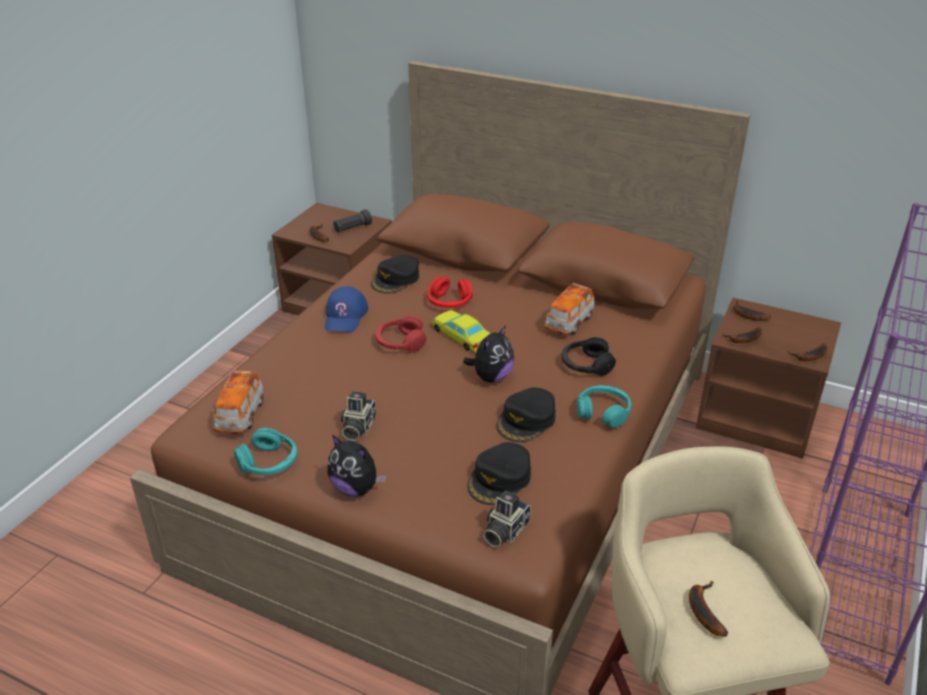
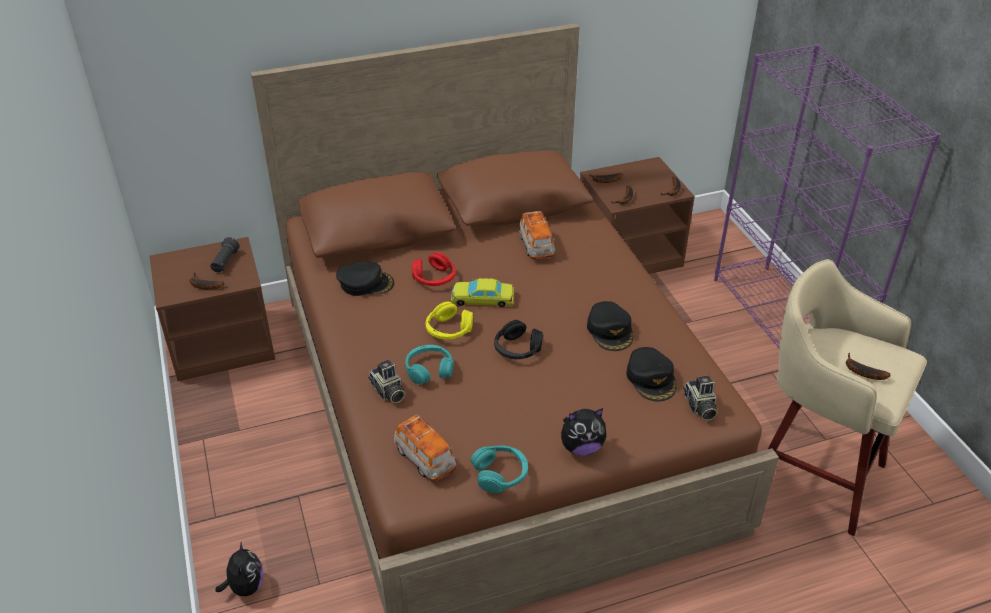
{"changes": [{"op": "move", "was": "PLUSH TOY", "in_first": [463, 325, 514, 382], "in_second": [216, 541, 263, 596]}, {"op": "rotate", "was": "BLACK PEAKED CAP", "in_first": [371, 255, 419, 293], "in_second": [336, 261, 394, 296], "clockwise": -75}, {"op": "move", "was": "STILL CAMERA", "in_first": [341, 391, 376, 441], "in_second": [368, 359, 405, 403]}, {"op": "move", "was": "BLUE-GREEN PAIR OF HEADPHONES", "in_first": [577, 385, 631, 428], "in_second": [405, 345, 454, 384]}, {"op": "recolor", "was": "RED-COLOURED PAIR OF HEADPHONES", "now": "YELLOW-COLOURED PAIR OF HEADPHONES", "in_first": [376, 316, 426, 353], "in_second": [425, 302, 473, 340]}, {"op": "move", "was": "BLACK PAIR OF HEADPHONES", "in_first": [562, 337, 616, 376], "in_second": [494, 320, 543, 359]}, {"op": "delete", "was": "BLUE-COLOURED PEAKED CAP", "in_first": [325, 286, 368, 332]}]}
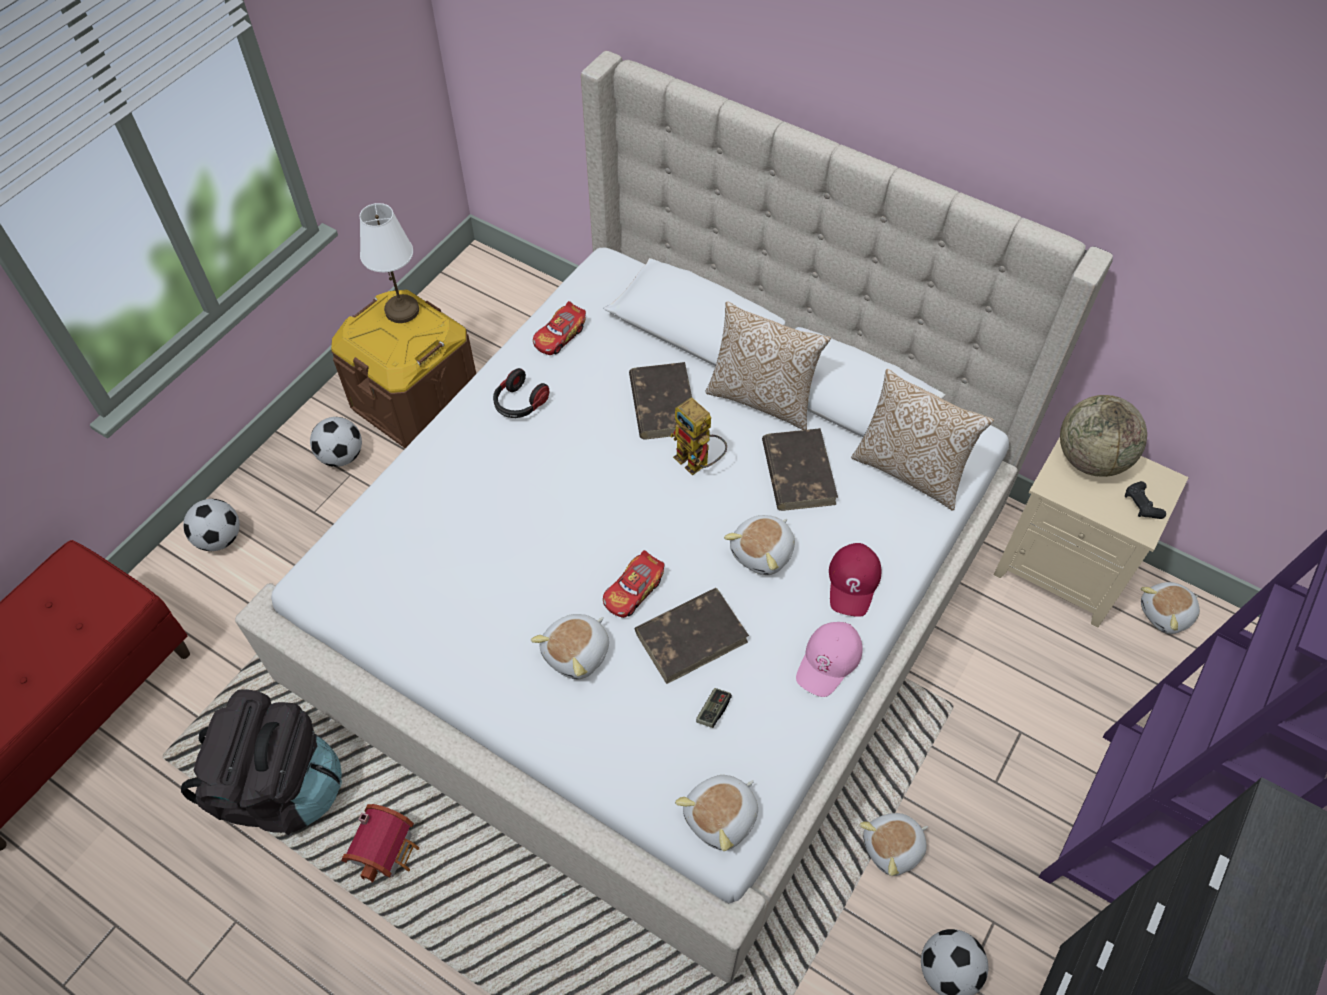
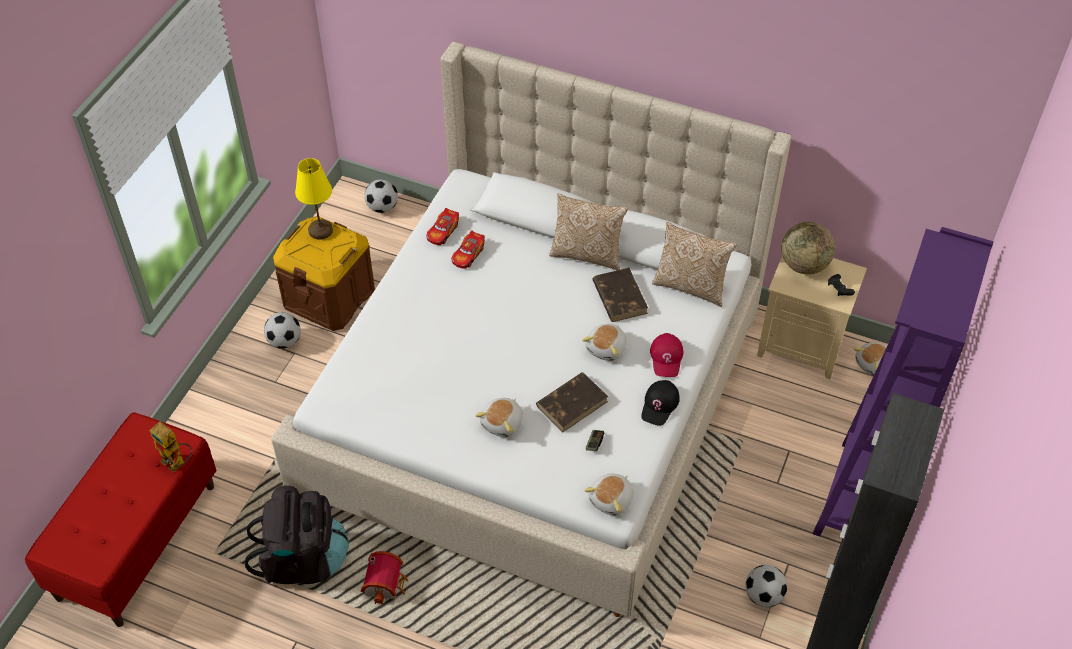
{"changes": [{"op": "move", "was": "MODEL ROBOT", "in_first": [670, 397, 727, 475], "in_second": [149, 421, 193, 472]}, {"op": "recolor", "was": "WHITISH LAMP FOR A TABLE", "now": "YELLOW-COLOURED LAMP FOR A TABLE", "in_first": [360, 203, 419, 323], "in_second": [295, 158, 333, 240]}, {"op": "move", "was": "FOOTBALL", "in_first": [183, 499, 240, 551], "in_second": [364, 179, 398, 213]}, {"op": "move", "was": "TOY CAR", "in_first": [603, 550, 664, 618], "in_second": [452, 230, 485, 269]}, {"op": "recolor", "was": "PINK-COLOURED PEAKED CAP", "now": "BLACK PEAKED CAP", "in_first": [796, 622, 862, 697], "in_second": [641, 380, 680, 426]}, {"op": "delete", "was": "PAIR OF HEADPHONES", "in_first": [493, 368, 549, 418]}, {"op": "delete", "was": "BROWN BOUND BOOK", "in_first": [629, 362, 692, 439]}, {"op": "delete", "was": "PLUSH TOY", "in_first": [860, 813, 928, 876]}]}
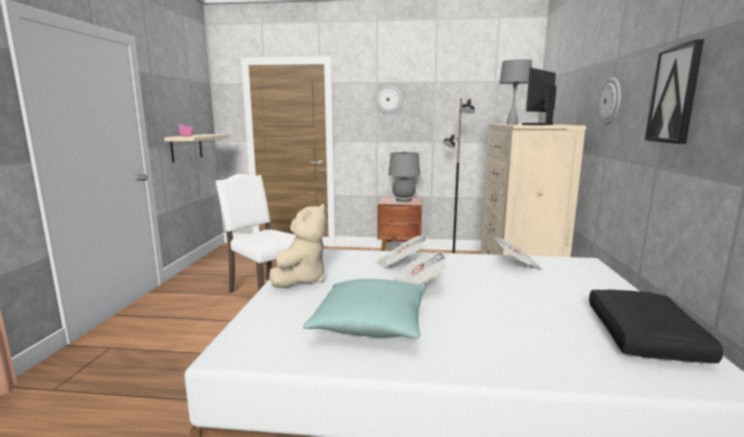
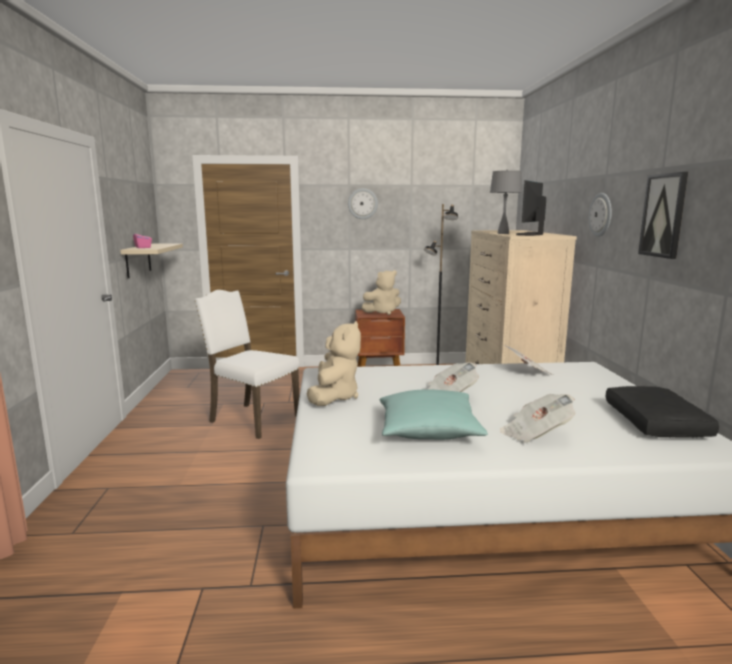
{"changes": [{"op": "replace", "was": "GREY LAMP FOR A TABLE", "now": "BEIGE-COLOURED PLUSH TOY", "in_first": [388, 151, 420, 202], "in_second": [362, 270, 401, 315]}, {"op": "move", "was": "NEWSPAPER", "in_first": [375, 235, 428, 268], "in_second": [500, 394, 576, 443]}]}
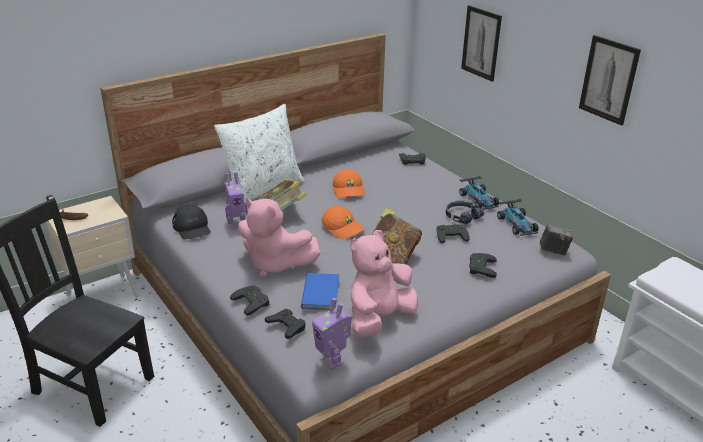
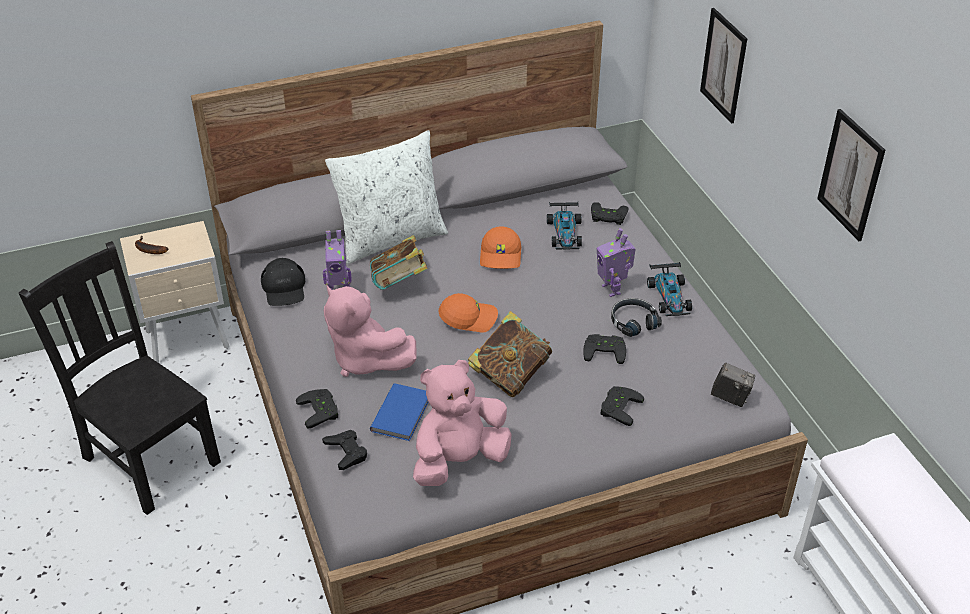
{"changes": [{"op": "rotate", "was": "ORANGE PEAKED CAP", "in_first": [322, 206, 364, 239], "in_second": [438, 293, 498, 333], "clockwise": -60}, {"op": "move", "was": "TOY CAR", "in_first": [497, 199, 538, 236], "in_second": [547, 202, 582, 250]}, {"op": "move", "was": "MODEL ROBOT", "in_first": [312, 298, 352, 370], "in_second": [597, 228, 636, 297]}]}
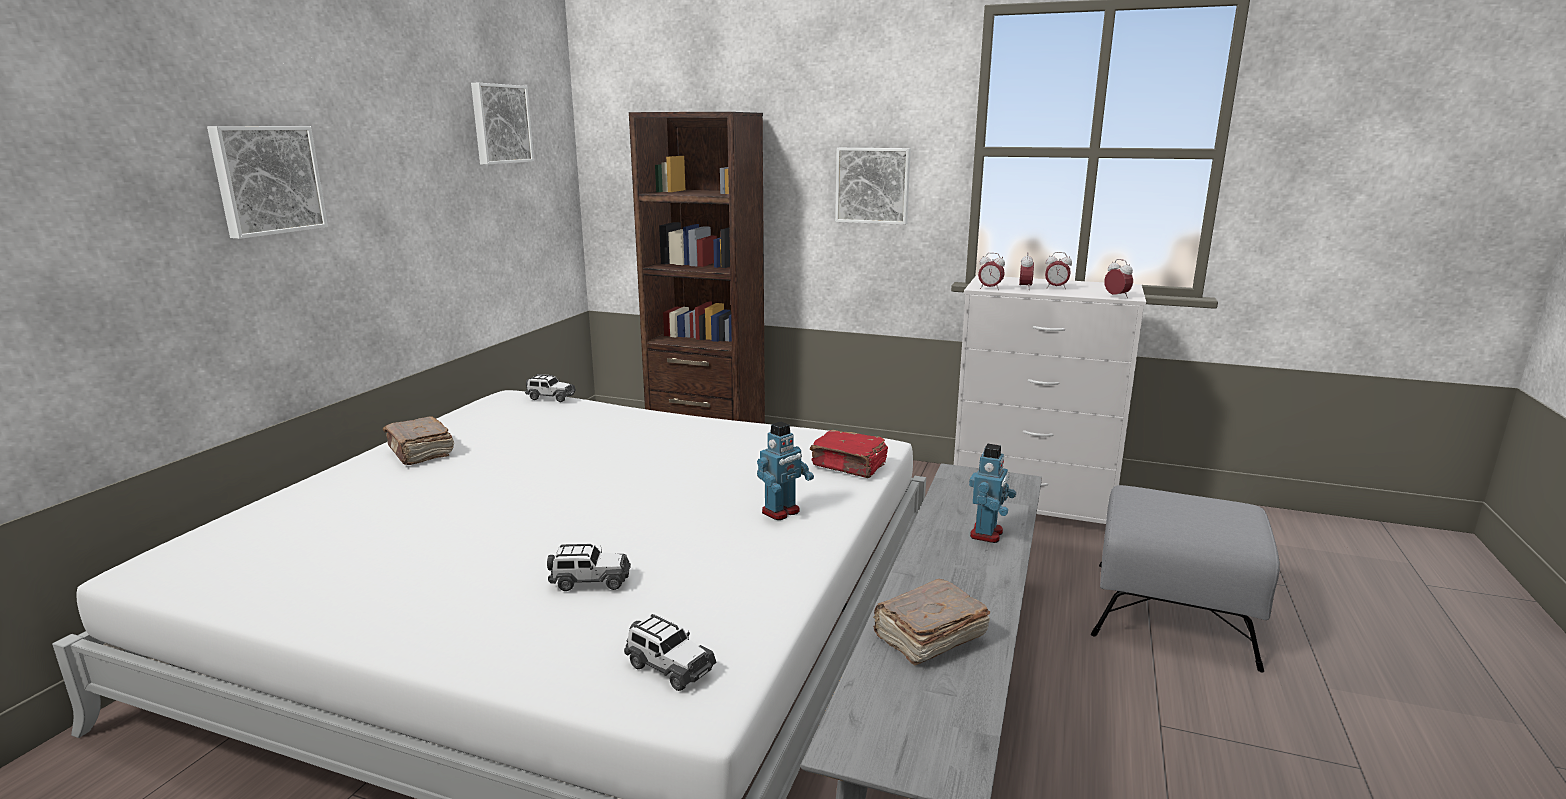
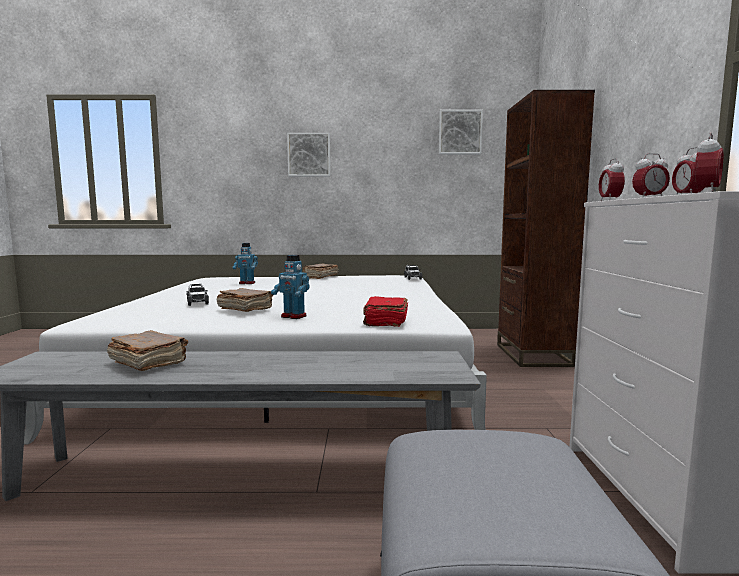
{"changes": [{"op": "insert", "now": "BROWN BOUND BOOK", "in_second": [216, 288, 273, 312]}, {"op": "move", "was": "MODEL ROBOT", "in_first": [969, 444, 1016, 543], "in_second": [233, 243, 258, 284]}, {"op": "delete", "was": "TOY CAR", "in_first": [624, 614, 716, 691]}, {"op": "delete", "was": "WALL PICTURE", "in_first": [835, 148, 911, 225]}]}
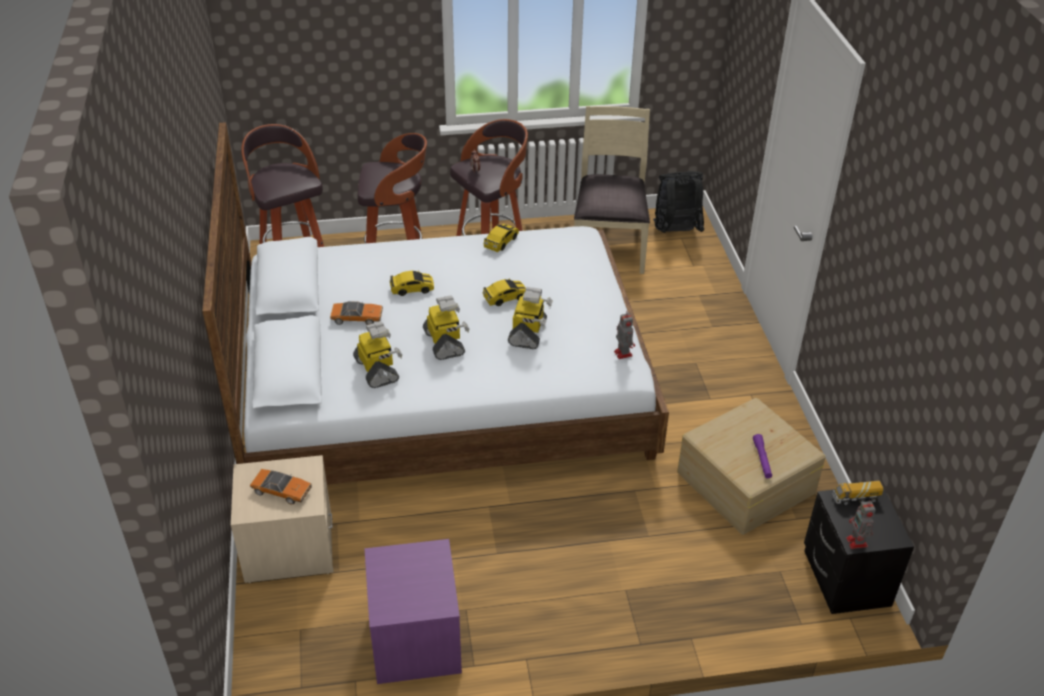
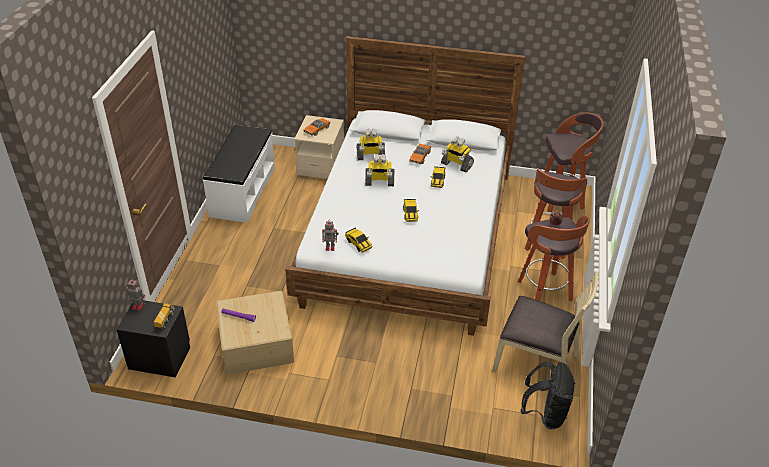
{"changes": [{"op": "replace", "was": "PURPLISH NIGHT TABLE", "now": "WHITISH INDOOR BENCH", "in_first": [364, 539, 462, 684], "in_second": [203, 125, 275, 223]}, {"op": "move", "was": "TOY CAR", "in_first": [484, 224, 519, 252], "in_second": [345, 228, 372, 253]}, {"op": "move", "was": "MODEL ROBOT", "in_first": [508, 287, 553, 349], "in_second": [441, 137, 474, 172]}]}
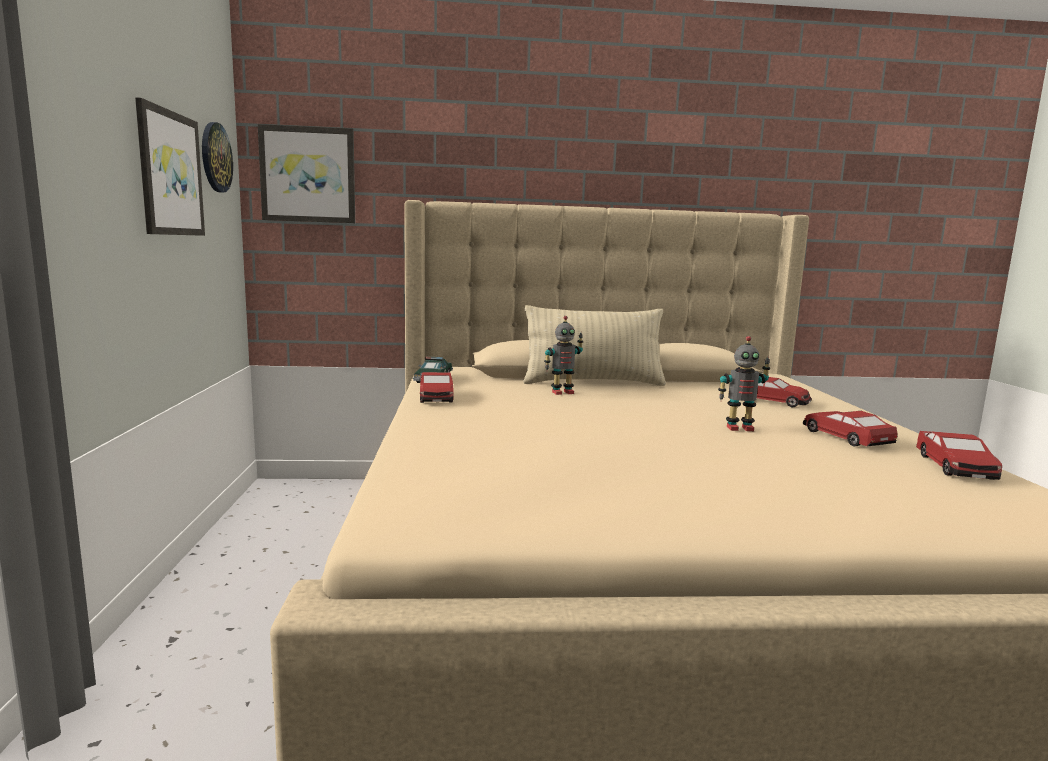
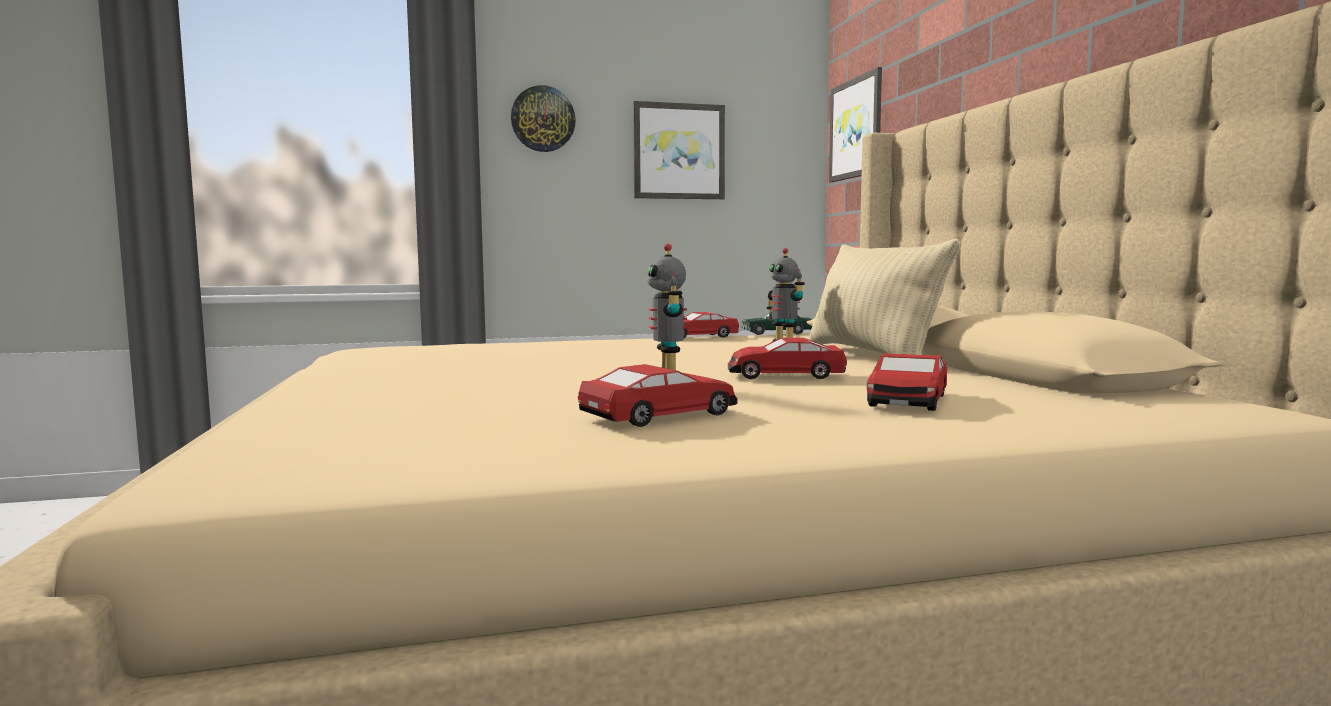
{"changes": [{"op": "move", "was": "WALL CLOCK", "in_first": [202, 122, 233, 193], "in_second": [511, 85, 576, 152]}, {"op": "move", "was": "TOY CAR", "in_first": [916, 431, 1002, 480], "in_second": [728, 337, 847, 379]}]}
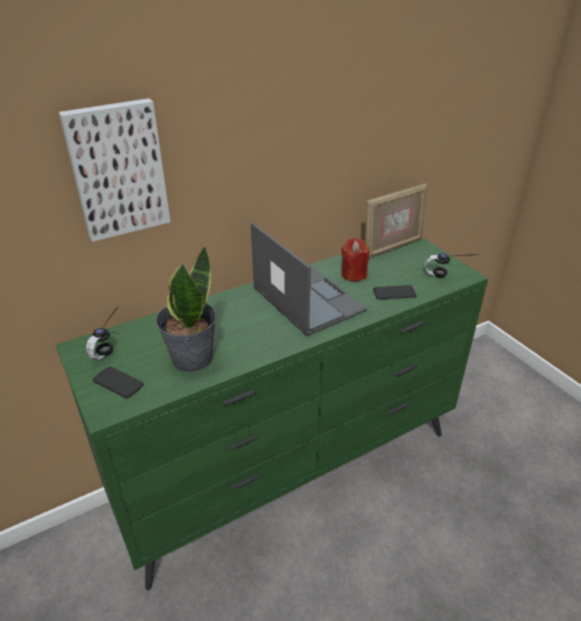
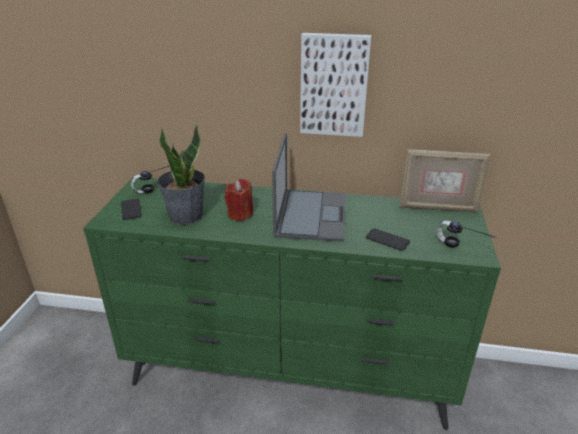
{"changes": [{"op": "move", "was": "RED-COLOURED WAX CANDLE", "in_first": [341, 238, 369, 281], "in_second": [225, 179, 253, 221]}, {"op": "move", "was": "WALL PICTURE", "in_first": [59, 98, 170, 242], "in_second": [300, 33, 371, 137]}]}
